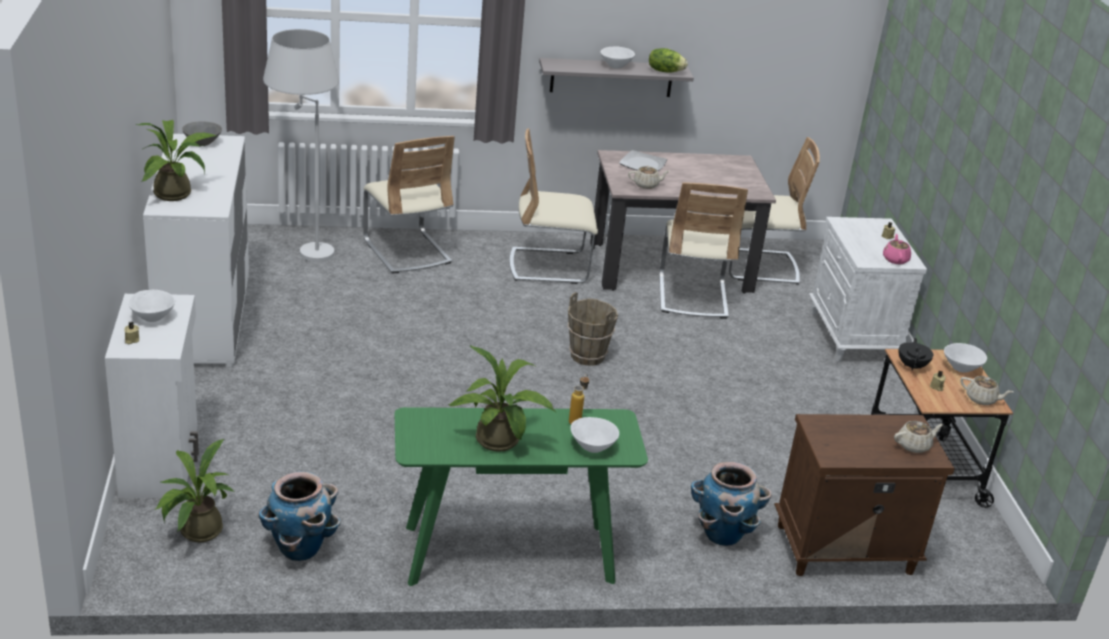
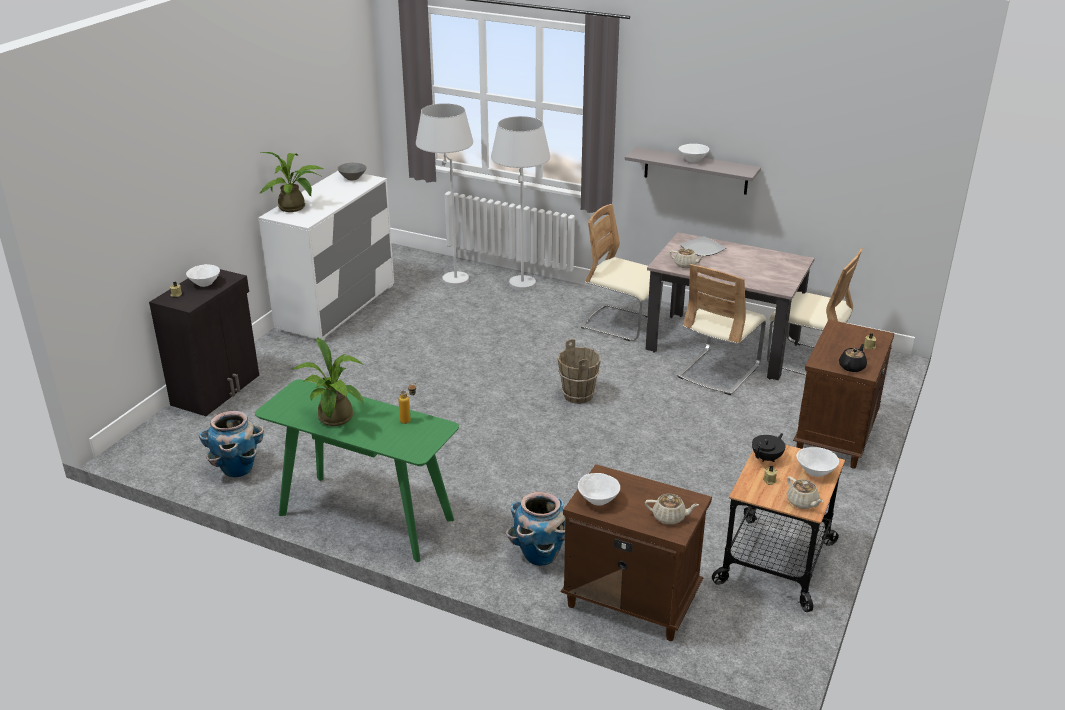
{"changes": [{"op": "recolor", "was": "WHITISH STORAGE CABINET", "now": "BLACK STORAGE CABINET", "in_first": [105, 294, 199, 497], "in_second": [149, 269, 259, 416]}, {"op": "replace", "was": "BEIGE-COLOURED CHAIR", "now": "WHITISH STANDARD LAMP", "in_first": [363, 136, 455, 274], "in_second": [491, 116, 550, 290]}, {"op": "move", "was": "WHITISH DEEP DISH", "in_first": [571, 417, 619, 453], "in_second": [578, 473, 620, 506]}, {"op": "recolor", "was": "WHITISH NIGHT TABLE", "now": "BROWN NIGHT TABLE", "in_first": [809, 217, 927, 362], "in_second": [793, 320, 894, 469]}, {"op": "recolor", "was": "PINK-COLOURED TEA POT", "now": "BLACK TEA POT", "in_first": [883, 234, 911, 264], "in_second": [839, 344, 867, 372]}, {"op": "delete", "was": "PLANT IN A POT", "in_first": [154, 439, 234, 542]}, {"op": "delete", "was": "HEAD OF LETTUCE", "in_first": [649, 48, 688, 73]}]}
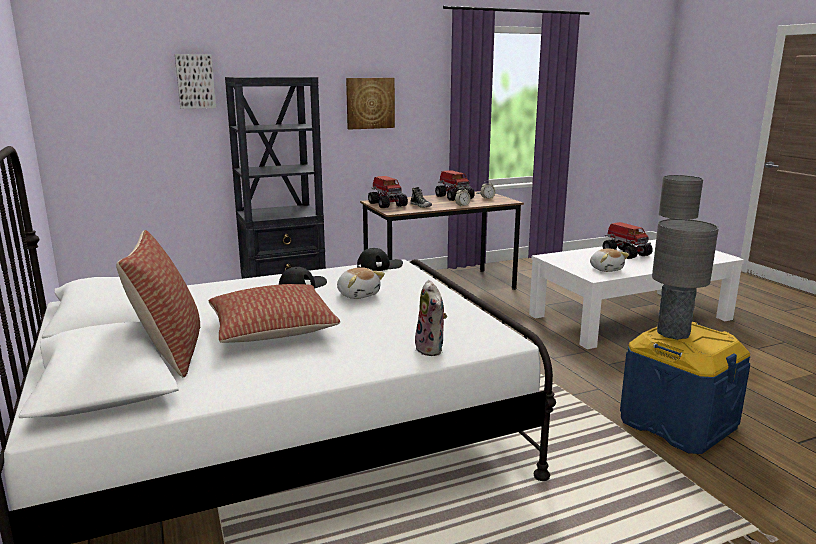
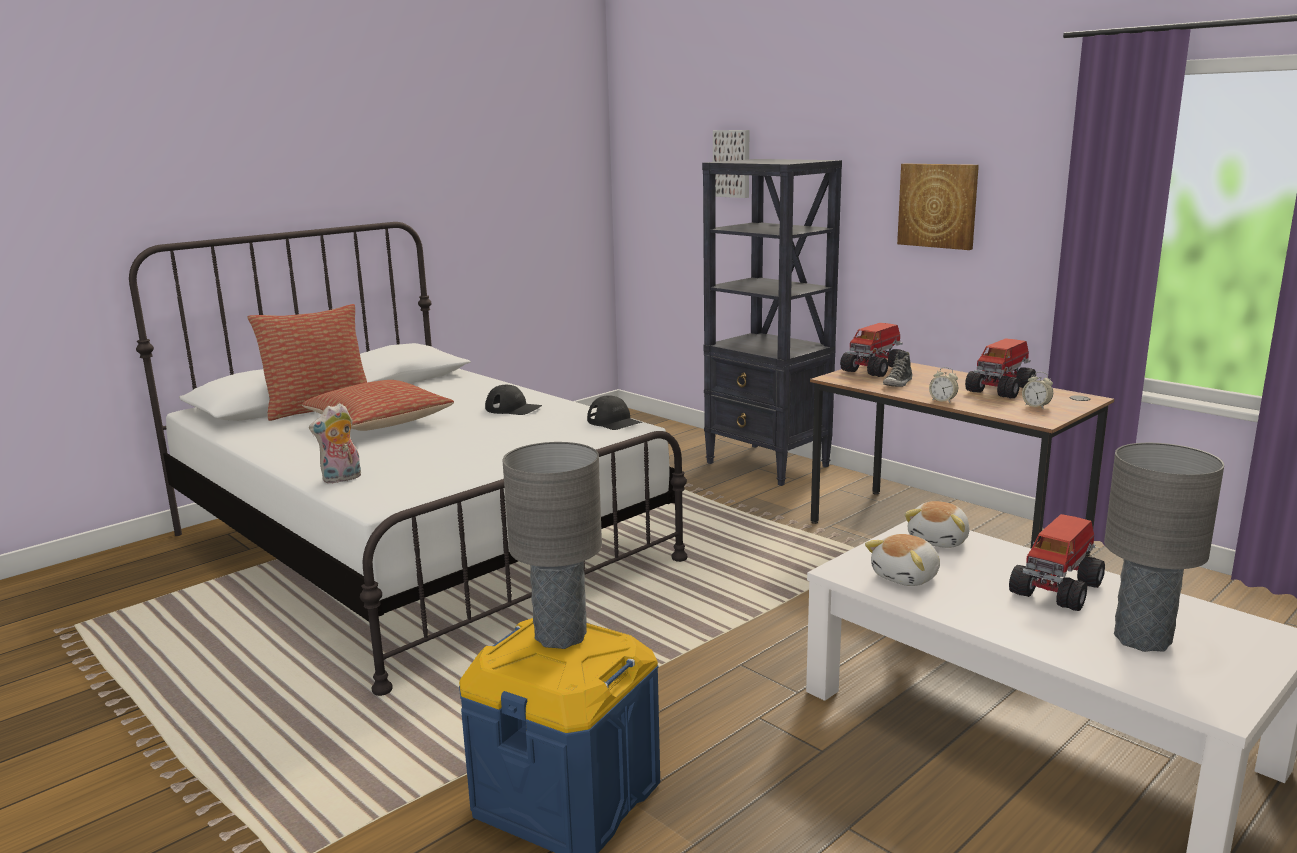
{"changes": [{"op": "move", "was": "PLUSH TOY", "in_first": [337, 267, 385, 299], "in_second": [904, 501, 970, 548]}]}
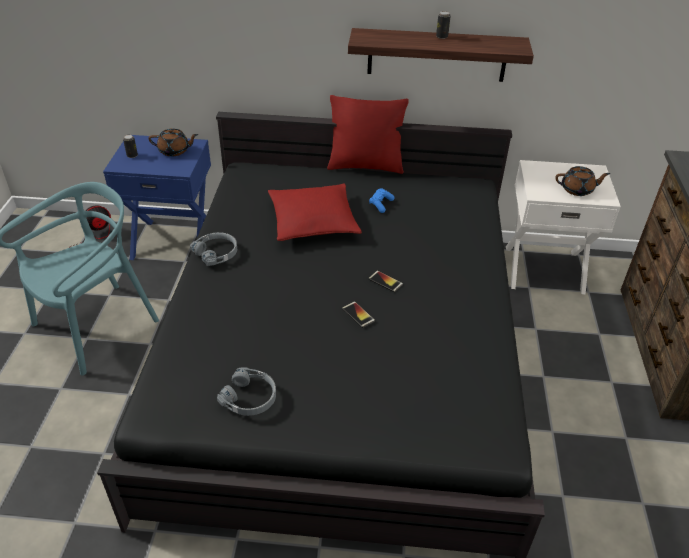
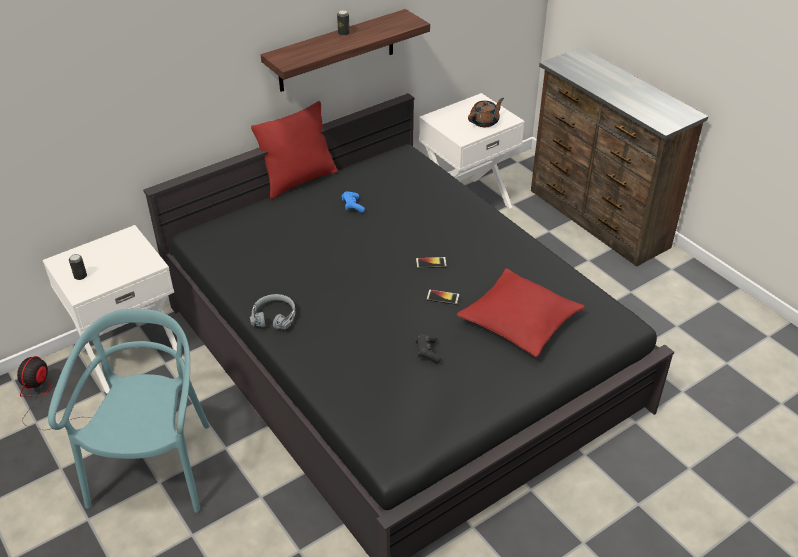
{"changes": [{"op": "recolor", "was": "BLUE-COLOURED NIGHT TABLE", "now": "WHITISH NIGHT TABLE", "in_first": [103, 135, 211, 260], "in_second": [43, 225, 183, 394]}, {"op": "insert", "now": "BLACK GAME CONTROLLER", "in_second": [415, 334, 441, 363]}, {"op": "move", "was": "RED-COLOURED THROW PILLOW", "in_first": [268, 183, 362, 241], "in_second": [456, 268, 585, 357]}, {"op": "delete", "was": "BROWN TEA POT", "in_first": [148, 129, 198, 156]}, {"op": "delete", "was": "GREY PAIR OF HEADPHONES", "in_first": [217, 368, 276, 416]}]}
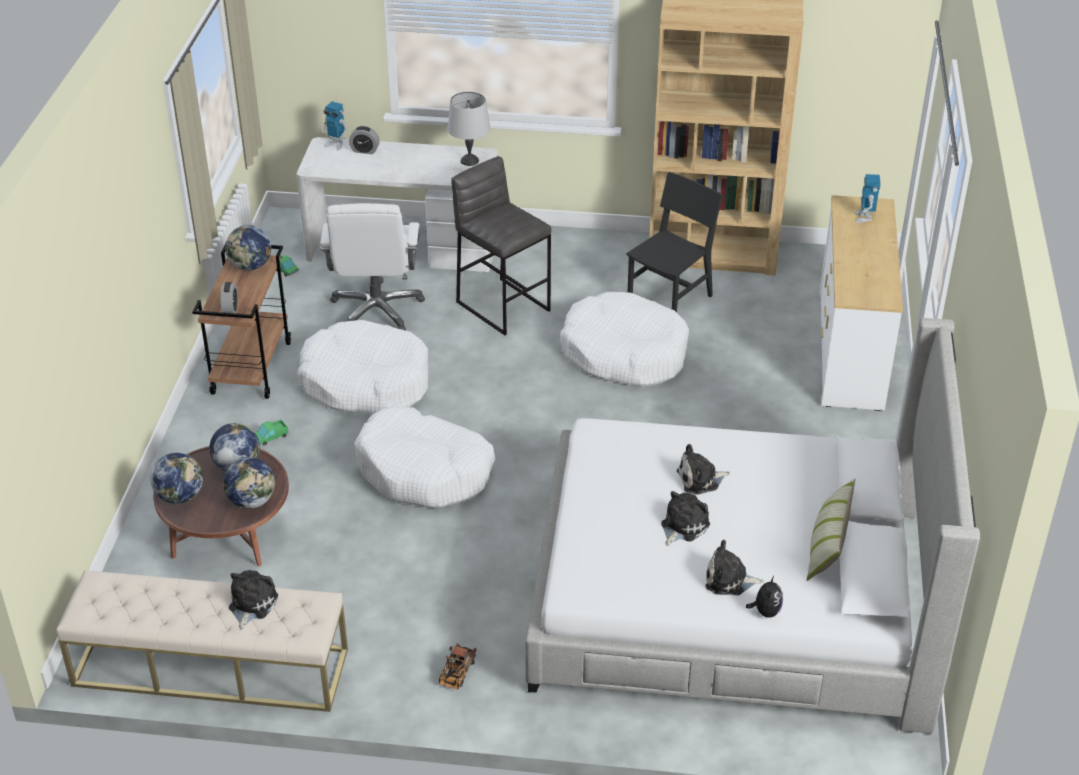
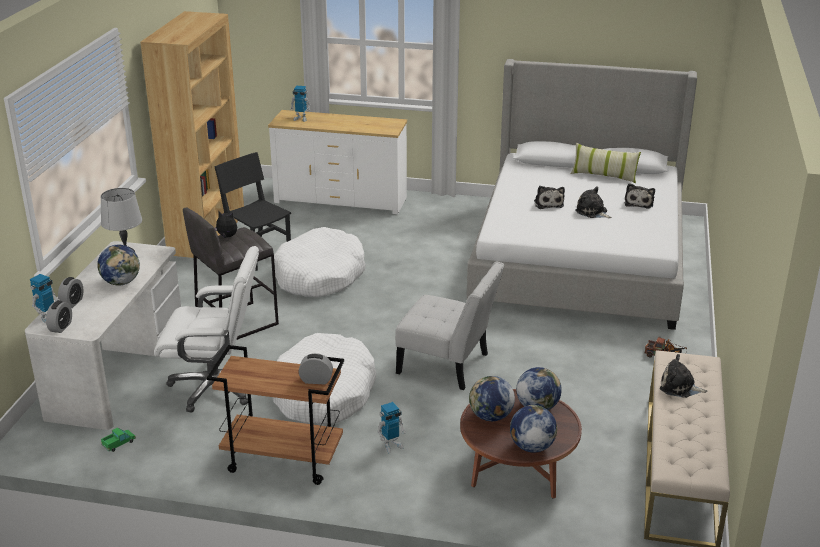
{"changes": [{"op": "insert", "now": "ALARM CLOCK", "in_second": [46, 301, 72, 333]}, {"op": "move", "was": "GLOBE", "in_first": [225, 225, 271, 270], "in_second": [97, 245, 140, 286]}, {"op": "move", "was": "PLUSH TOY", "in_first": [746, 576, 783, 618], "in_second": [215, 211, 237, 238]}, {"op": "replace", "was": "TOY LORRY", "now": "MODEL ROBOT", "in_first": [255, 419, 289, 446], "in_second": [377, 402, 406, 453]}, {"op": "replace", "was": "WHITISH DOG BED", "now": "WHITISH CHAIR", "in_first": [354, 406, 495, 508], "in_second": [395, 261, 505, 390]}]}
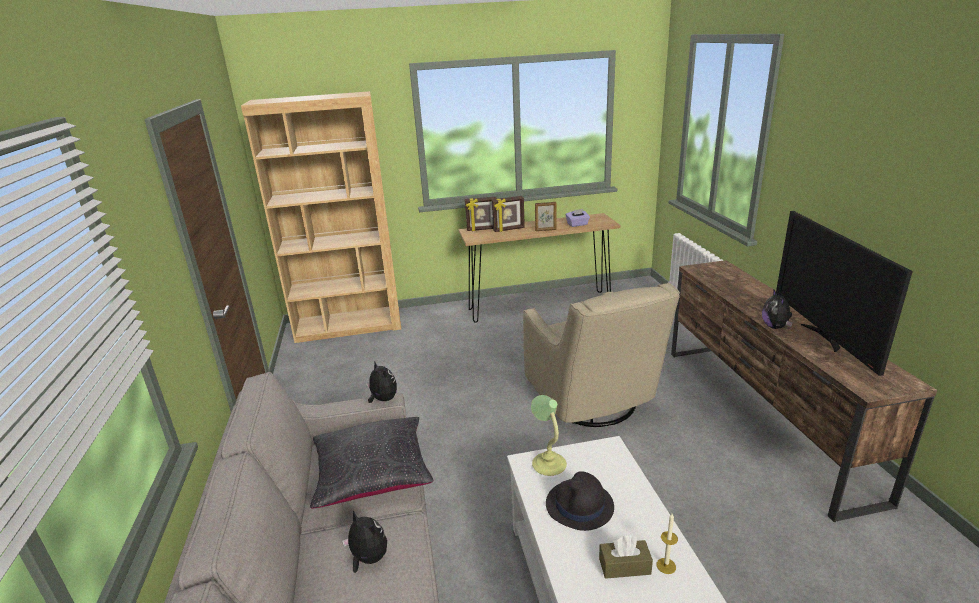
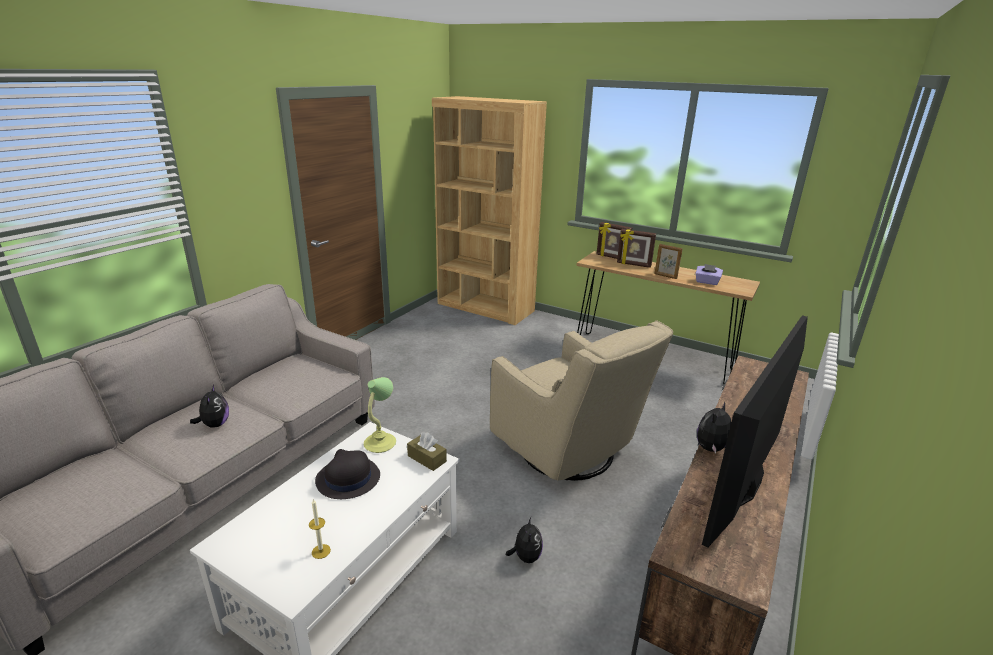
{"changes": [{"op": "move", "was": "BROWN TISSUE BOX", "in_first": [599, 535, 653, 579], "in_second": [407, 432, 447, 471]}, {"op": "rotate", "was": "BEIGE-COLOURED ARMCHAIR", "in_first": [523, 283, 680, 427], "in_second": [490, 320, 673, 481], "clockwise": -60}, {"op": "move", "was": "PLUSH TOY", "in_first": [366, 362, 397, 403], "in_second": [506, 517, 543, 563]}, {"op": "delete", "was": "BLACK THROW PILLOW", "in_first": [310, 417, 433, 509]}]}
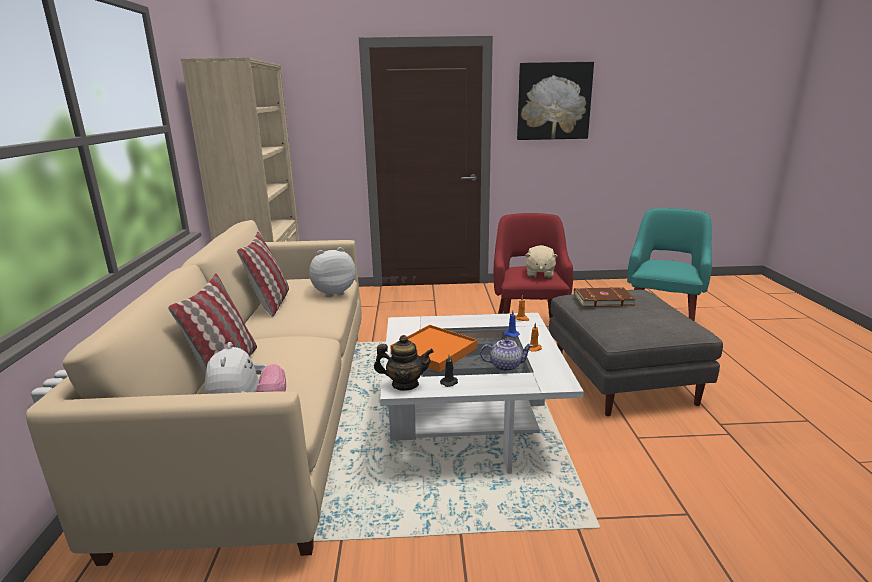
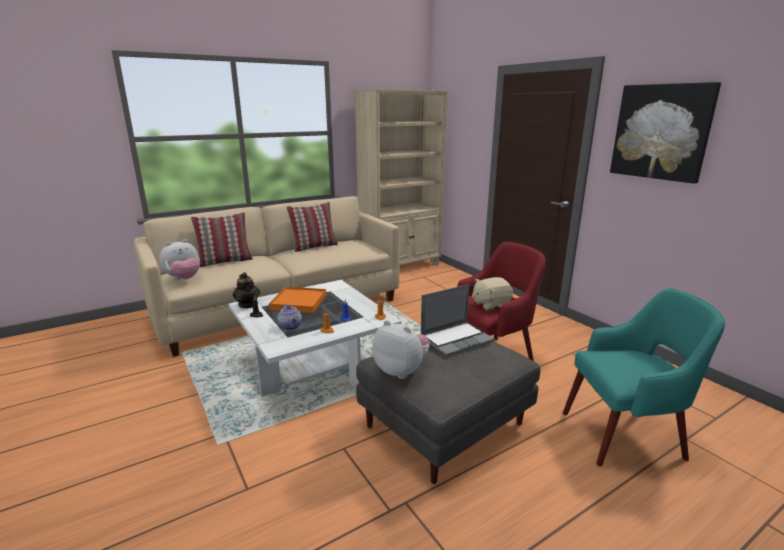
{"changes": [{"op": "move", "was": "PLUSH TOY", "in_first": [309, 247, 355, 297], "in_second": [372, 320, 430, 379]}, {"op": "replace", "was": "BROWN BOUND BOOK", "now": "LAPTOP", "in_first": [574, 287, 636, 307], "in_second": [421, 284, 494, 357]}]}
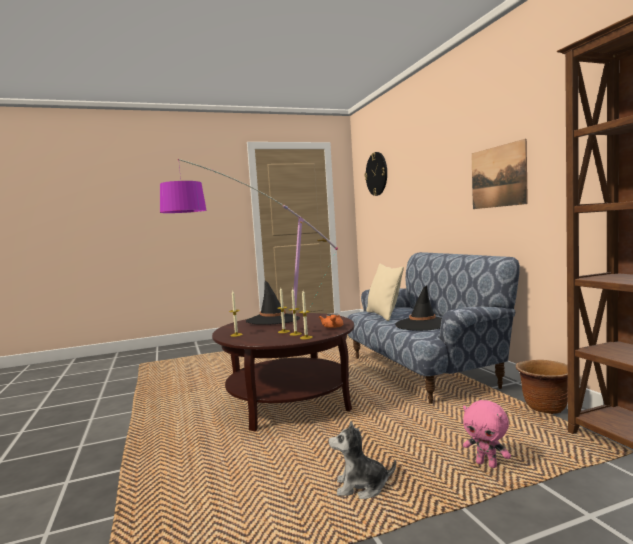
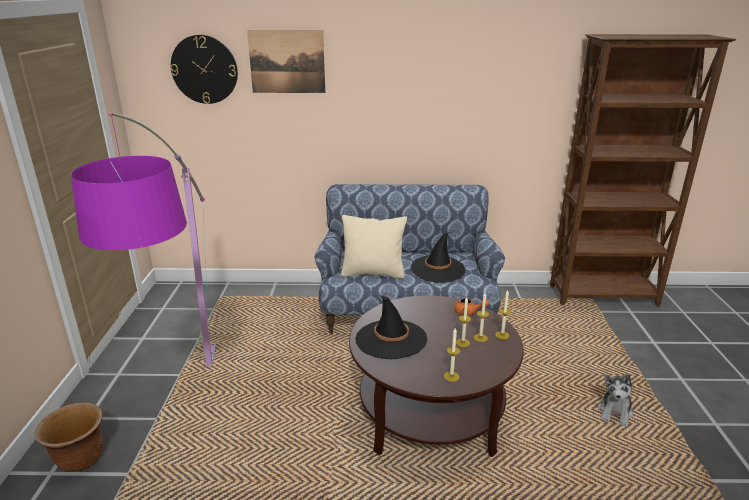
{"changes": [{"op": "move", "was": "BROWN FLOWER POT", "in_first": [516, 360, 568, 414], "in_second": [34, 402, 103, 472]}, {"op": "move", "was": "WALL PICTURE", "in_first": [471, 139, 528, 209], "in_second": [247, 30, 325, 93]}, {"op": "delete", "was": "PINK-COLOURED PLUSH TOY", "in_first": [463, 400, 511, 468]}]}
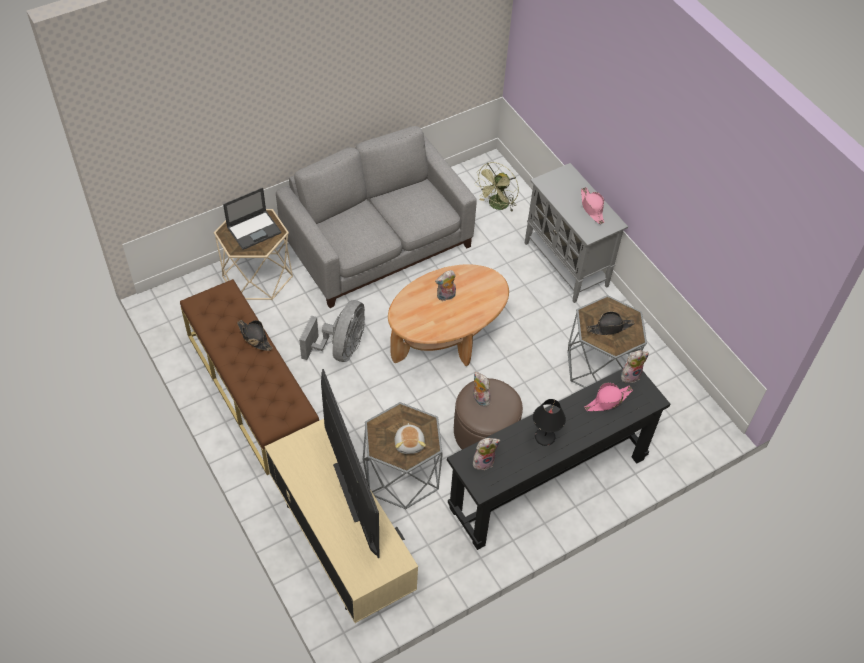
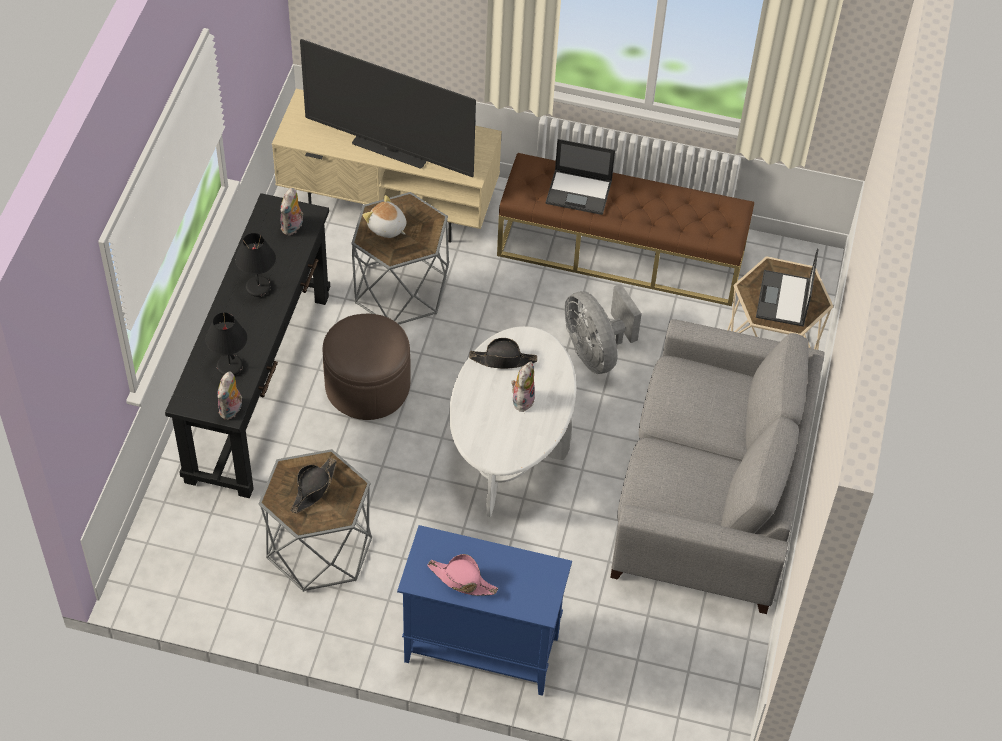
{"changes": [{"op": "replace", "was": "PINK-COLOURED WEARABLE HAT", "now": "BLACK LAMP FOR A TABLE", "in_first": [584, 382, 633, 411], "in_second": [205, 312, 247, 376]}, {"op": "recolor", "was": "GREY STORAGE CABINET", "now": "BLUE-COLOURED STORAGE CABINET", "in_first": [525, 163, 628, 303], "in_second": [397, 525, 572, 696]}, {"op": "recolor", "was": "BROWN LOUNGE TABLE", "now": "WHITISH LOUNGE TABLE", "in_first": [388, 264, 509, 366], "in_second": [449, 326, 576, 517]}, {"op": "move", "was": "BLACK WEARABLE HAT", "in_first": [237, 320, 273, 351], "in_second": [469, 338, 537, 369]}, {"op": "insert", "now": "LAPTOP", "in_second": [546, 139, 615, 215]}, {"op": "delete", "was": "PLUSH TOY", "in_first": [473, 372, 491, 407]}, {"op": "delete", "was": "GREEN ELECTRIC FAN", "in_first": [474, 162, 519, 212]}]}
